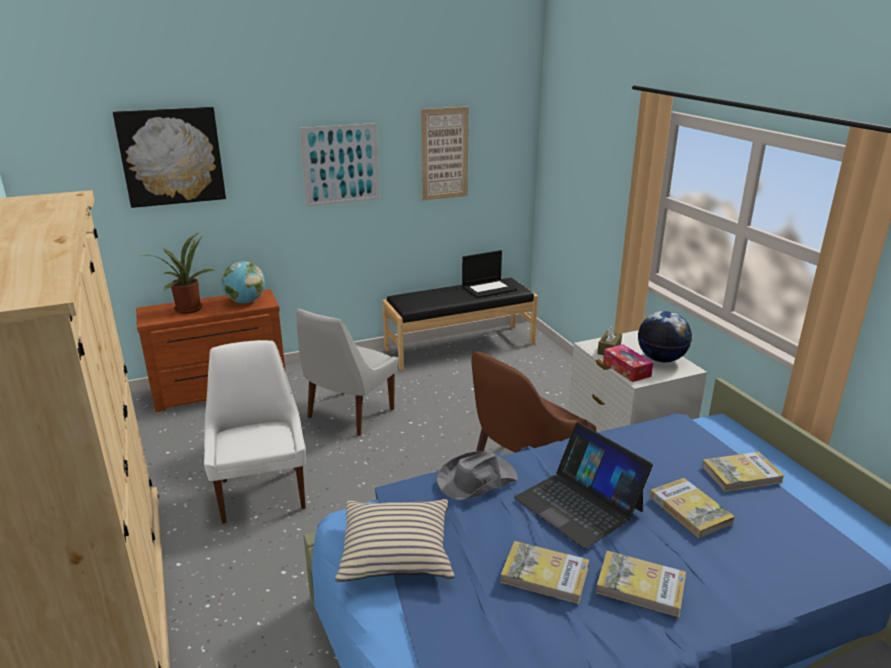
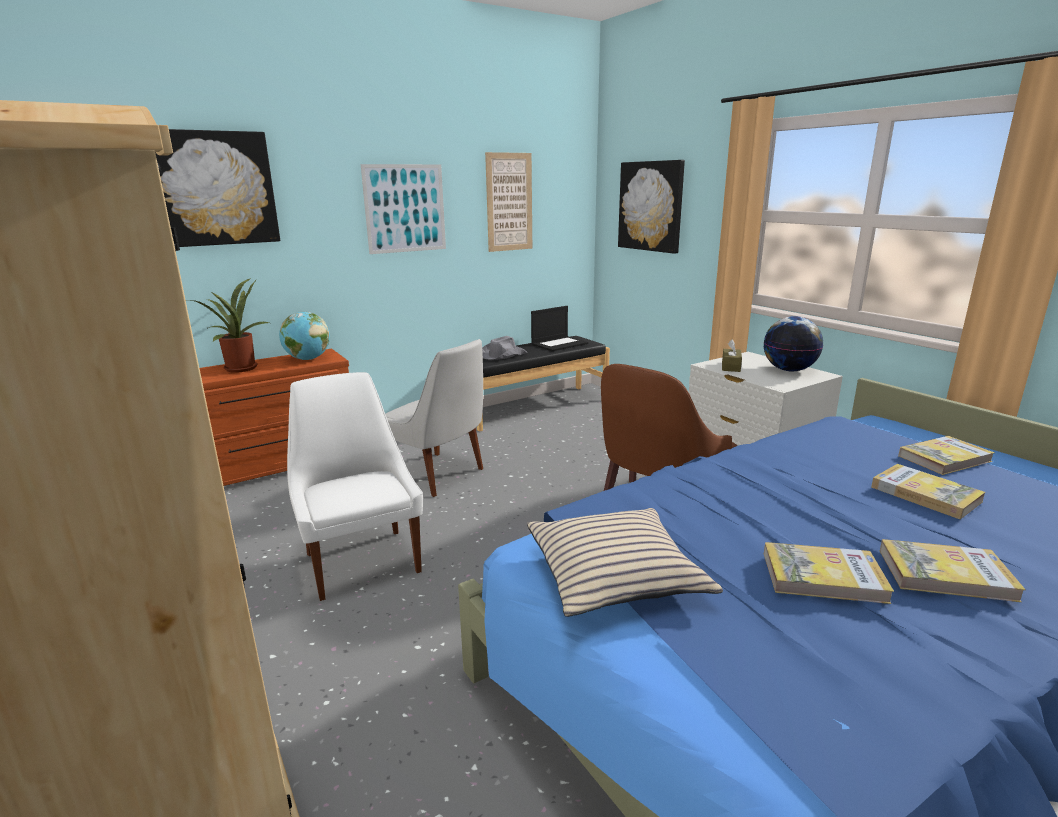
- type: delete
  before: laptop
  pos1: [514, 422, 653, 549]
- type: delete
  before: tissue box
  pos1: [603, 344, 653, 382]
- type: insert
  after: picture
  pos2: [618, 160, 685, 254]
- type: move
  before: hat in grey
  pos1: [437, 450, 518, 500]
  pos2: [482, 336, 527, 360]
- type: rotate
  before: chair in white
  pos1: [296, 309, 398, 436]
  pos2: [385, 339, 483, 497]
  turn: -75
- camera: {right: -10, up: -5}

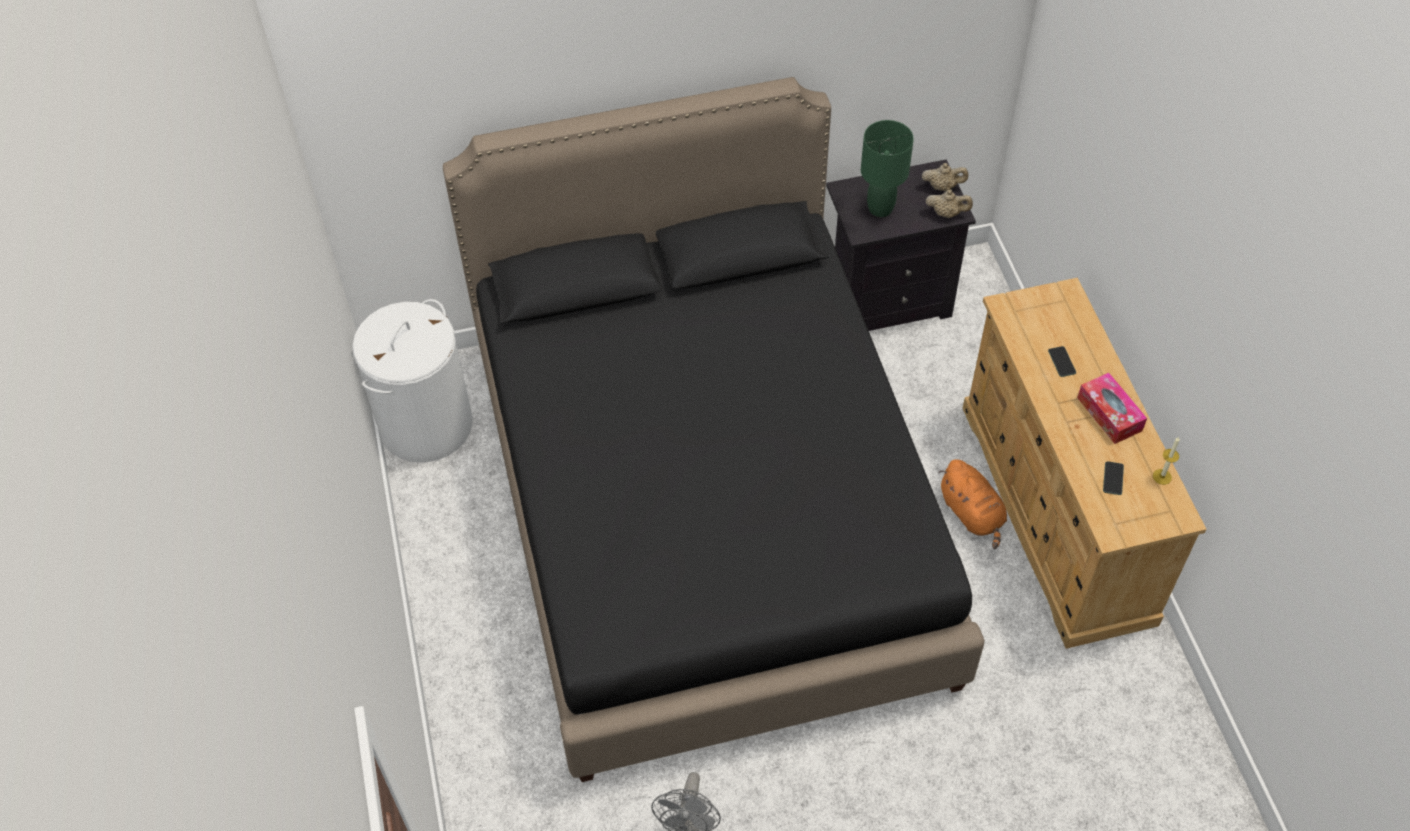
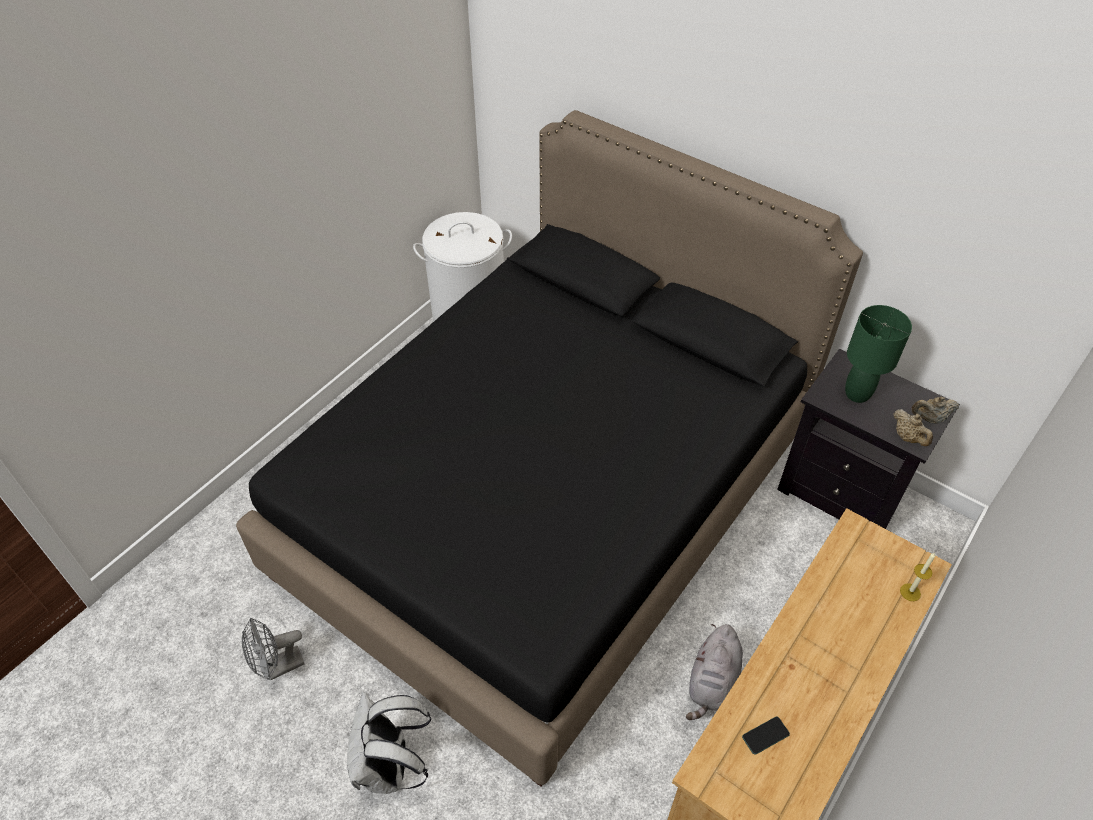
- type: delete
  before: phone
  pos1: [1048, 346, 1076, 377]
- type: delete
  before: tissue box
  pos1: [1077, 373, 1147, 444]
- type: insert
  after: backpack in white
  pos2: [347, 692, 431, 794]
- type: move
  before: candle
  pos1: [1153, 437, 1180, 485]
  pos2: [900, 553, 935, 601]
- type: recolor
  before: plush toy in orange
  after: plush toy in grey
  pos1: [939, 459, 1007, 549]
  pos2: [686, 624, 743, 720]
- type: rotate
  before: teapot in beige
  pos1: [922, 163, 968, 191]
  pos2: [911, 396, 959, 424]
  turn: 120
- camera: {right: 50, up: -5}

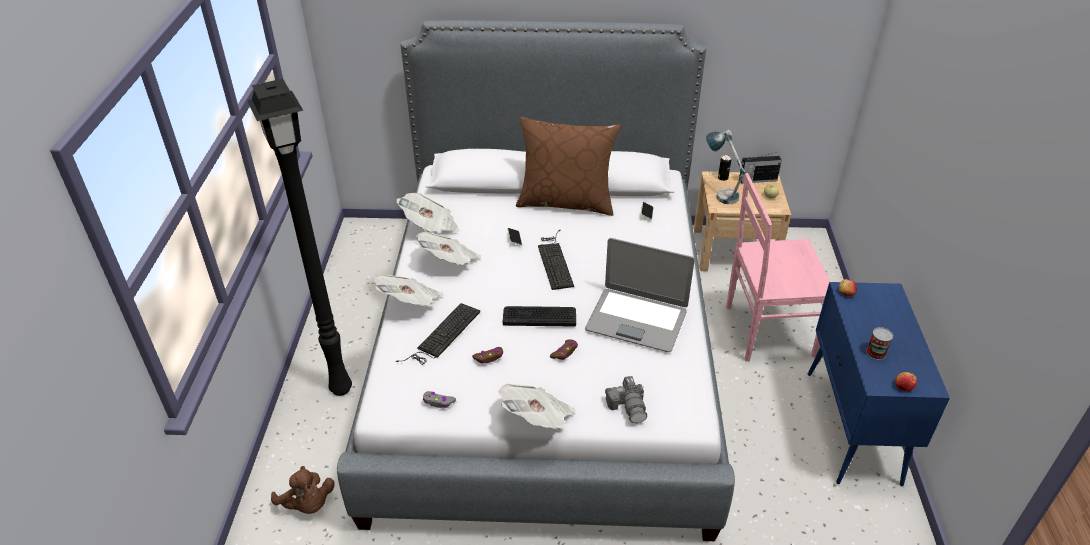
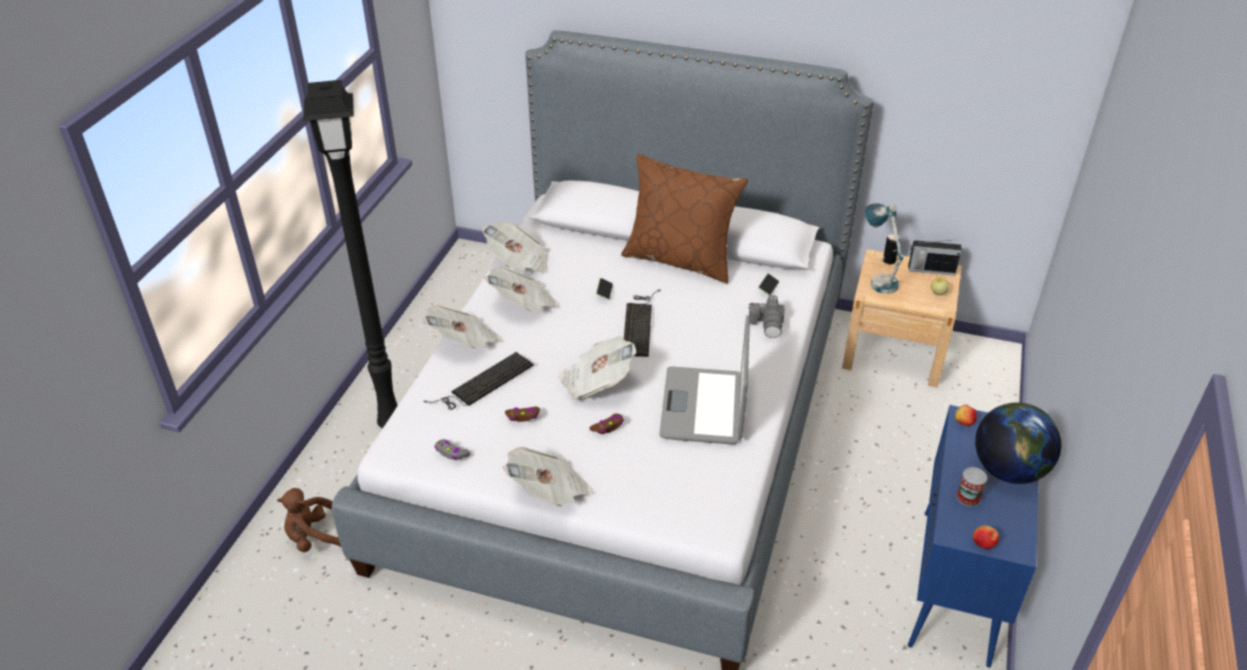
- type: delete
  before: chair in pink
  pos1: [726, 173, 831, 361]
- type: insert
  after: globe
  pos2: [975, 402, 1061, 484]
- type: move
  before: photo camera
  pos1: [605, 376, 647, 423]
  pos2: [749, 295, 786, 338]
- type: replace
  before: keyboard
  after: newspaper
  pos1: [503, 306, 576, 327]
  pos2: [558, 336, 636, 400]
- type: rotate
  before: plush toy in brown
  pos1: [271, 466, 334, 514]
  pos2: [277, 488, 341, 552]
  turn: 105
- type: rotate
  before: laptop
  pos1: [585, 238, 695, 352]
  pos2: [659, 315, 750, 445]
  turn: 60
- camera: {right: 15, up: 0}

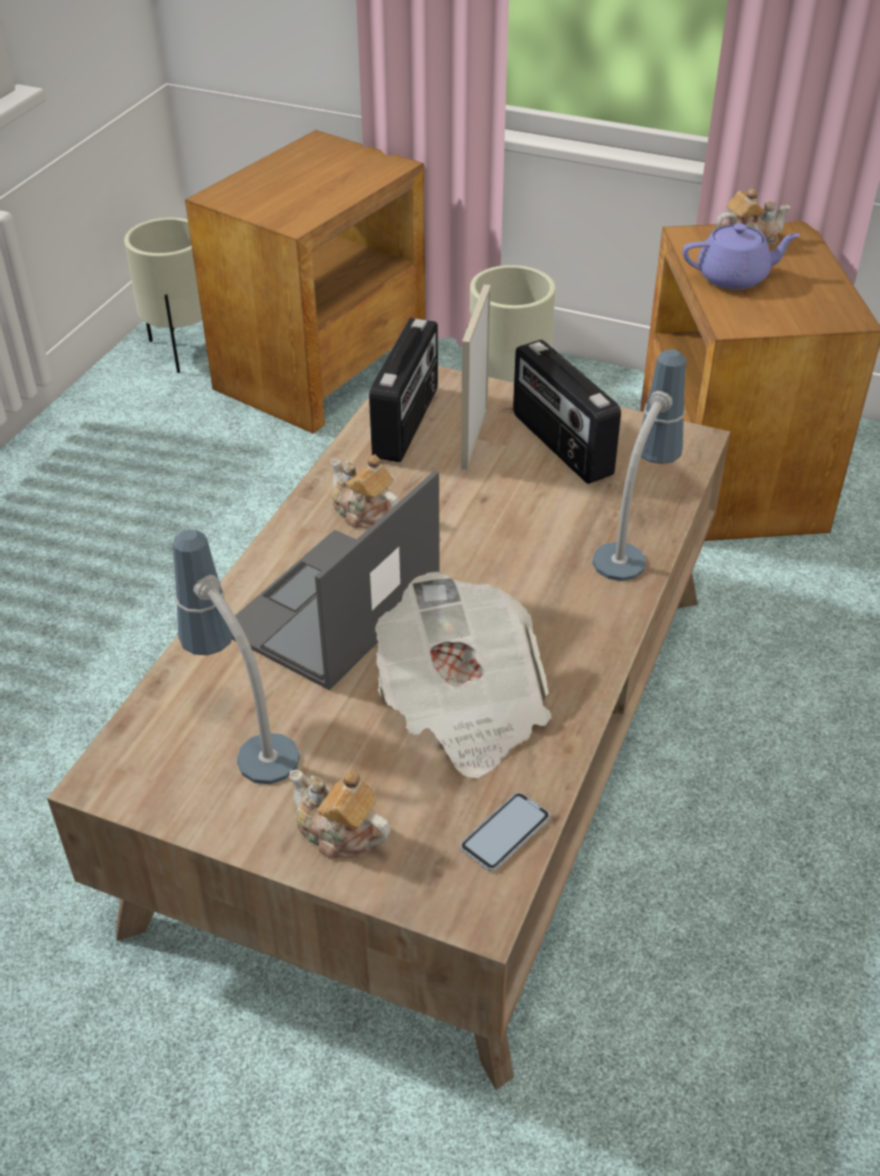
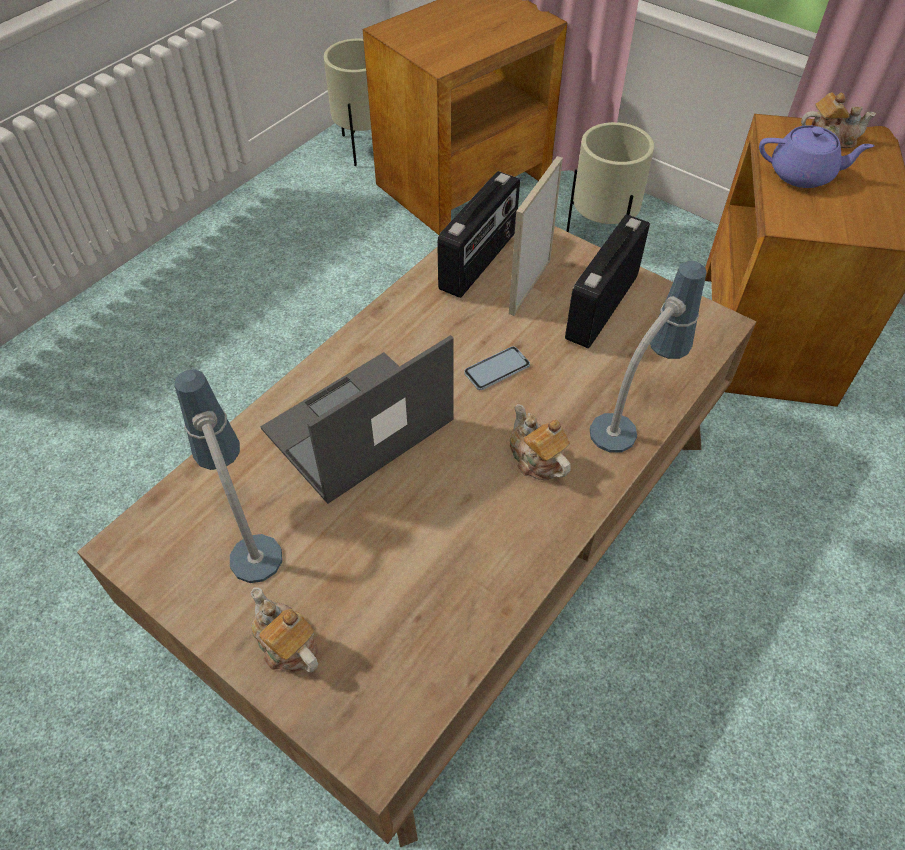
- type: delete
  before: newspaper
  pos1: [375, 571, 552, 778]
- type: move
  before: teapot
  pos1: [330, 454, 399, 528]
  pos2: [510, 404, 571, 480]
- type: move
  before: phone
  pos1: [461, 793, 550, 871]
  pos2: [464, 346, 530, 390]
- type: rotate
  before: radio
  pos1: [513, 340, 621, 484]
  pos2: [565, 214, 650, 348]
  turn: 45
- camera: {right: 15, up: 10}

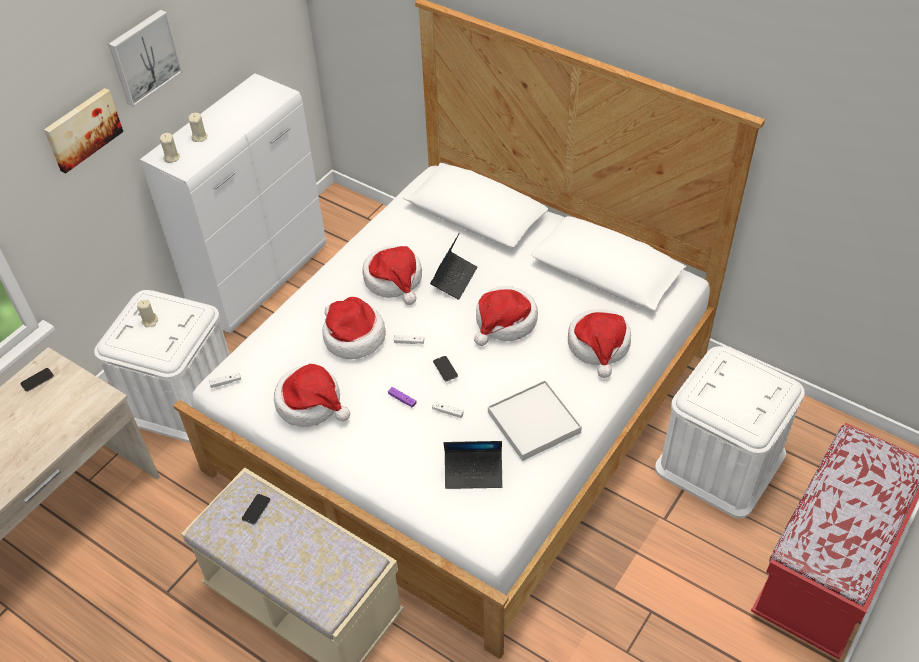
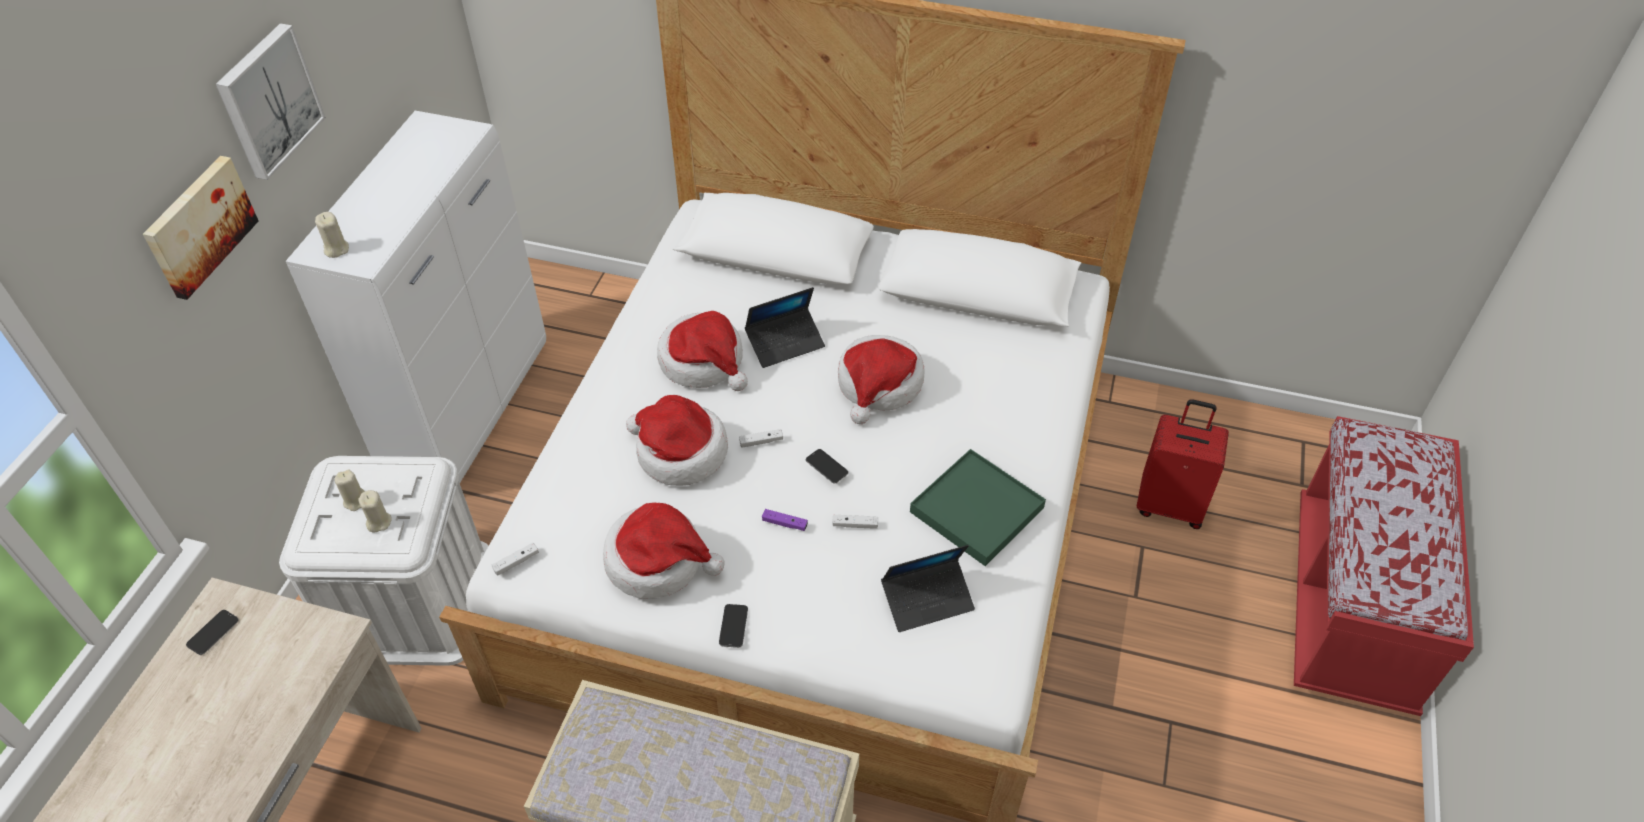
- type: delete
  before: hat
  pos1: [568, 309, 631, 378]
- type: move
  before: candle in beige
  pos1: [188, 113, 208, 142]
  pos2: [358, 490, 392, 532]
- type: move
  before: phone
  pos1: [242, 494, 271, 524]
  pos2: [719, 604, 748, 648]
- type: replace
  before: storage box in white
  after: suitcase in red
  pos1: [655, 346, 805, 519]
  pos2: [1137, 399, 1229, 529]
- type: recolor
  before: tray in white
  after: tray in green
  pos1: [488, 380, 582, 461]
  pos2: [910, 449, 1046, 566]
- type: rotate
  before: laptop
  pos1: [430, 233, 477, 300]
  pos2: [745, 287, 825, 368]
  turn: 60
- camera: {right: -20, up: 0}

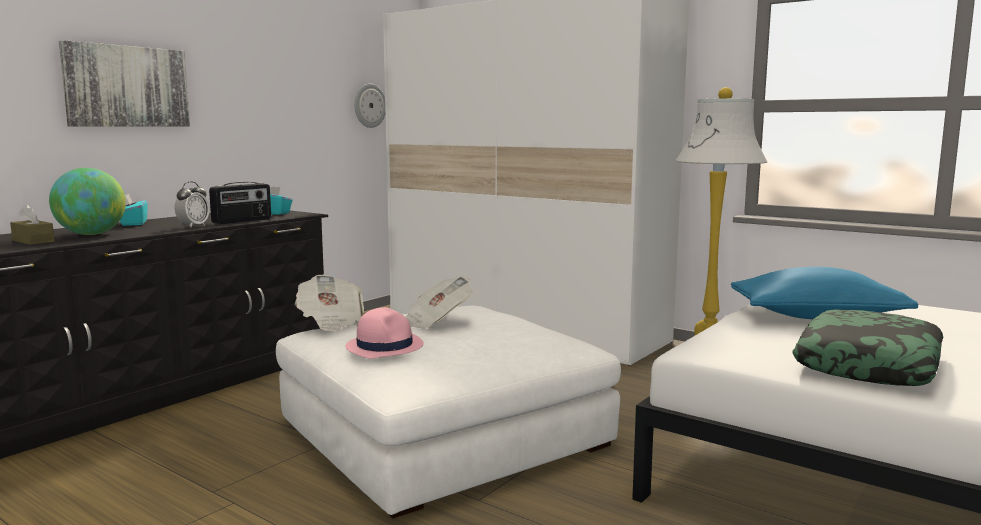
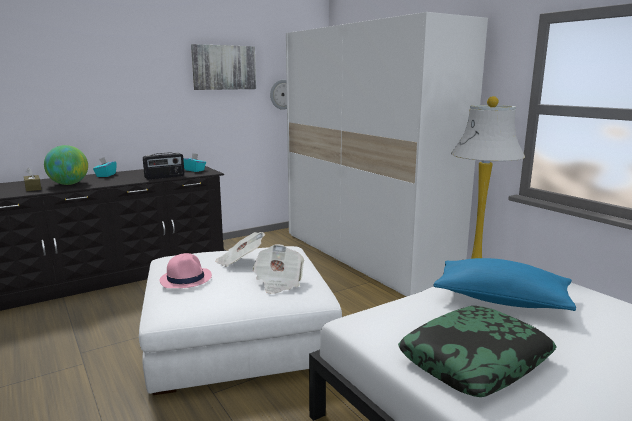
- type: delete
  before: alarm clock
  pos1: [175, 181, 210, 228]
- type: move
  before: picture
  pos1: [59, 40, 190, 127]
  pos2: [191, 44, 256, 90]
- type: move
  before: newspaper
  pos1: [294, 274, 364, 331]
  pos2: [253, 244, 304, 294]
- camera: {right: 20, up: 5}

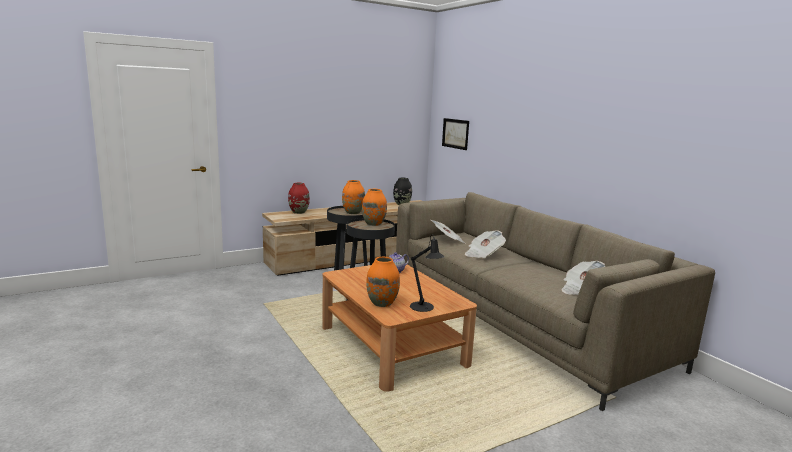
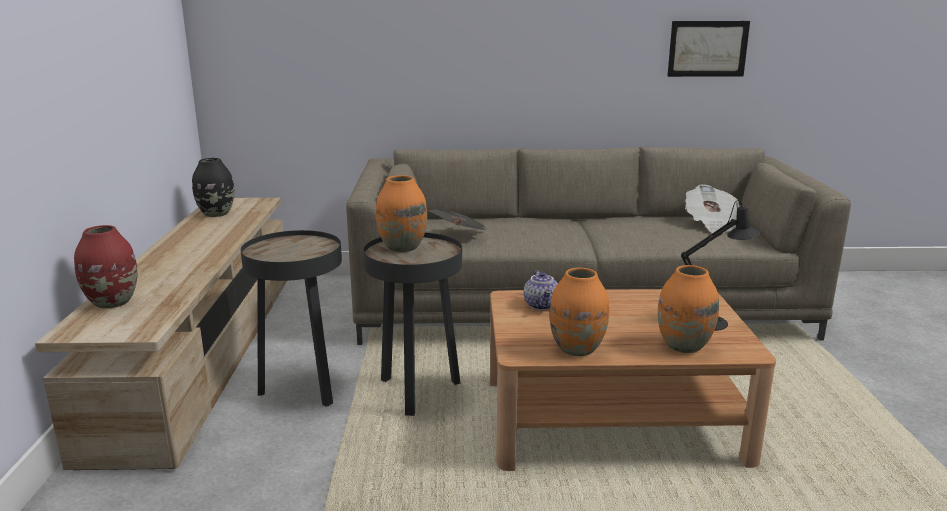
- type: delete
  before: newspaper
  pos1: [465, 230, 506, 258]
- type: move
  before: vase in orange
  pos1: [342, 180, 365, 214]
  pos2: [549, 268, 609, 356]
- type: move
  before: picture
  pos1: [442, 118, 469, 150]
  pos2: [667, 21, 750, 77]
- camera: {right: -60, up: 5}

